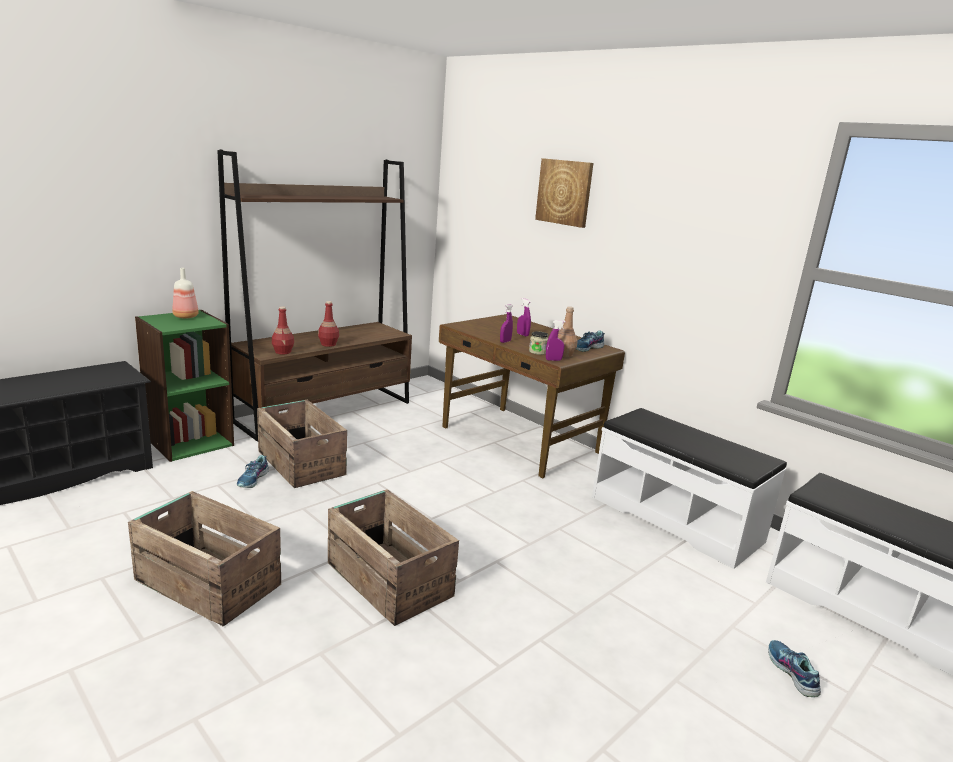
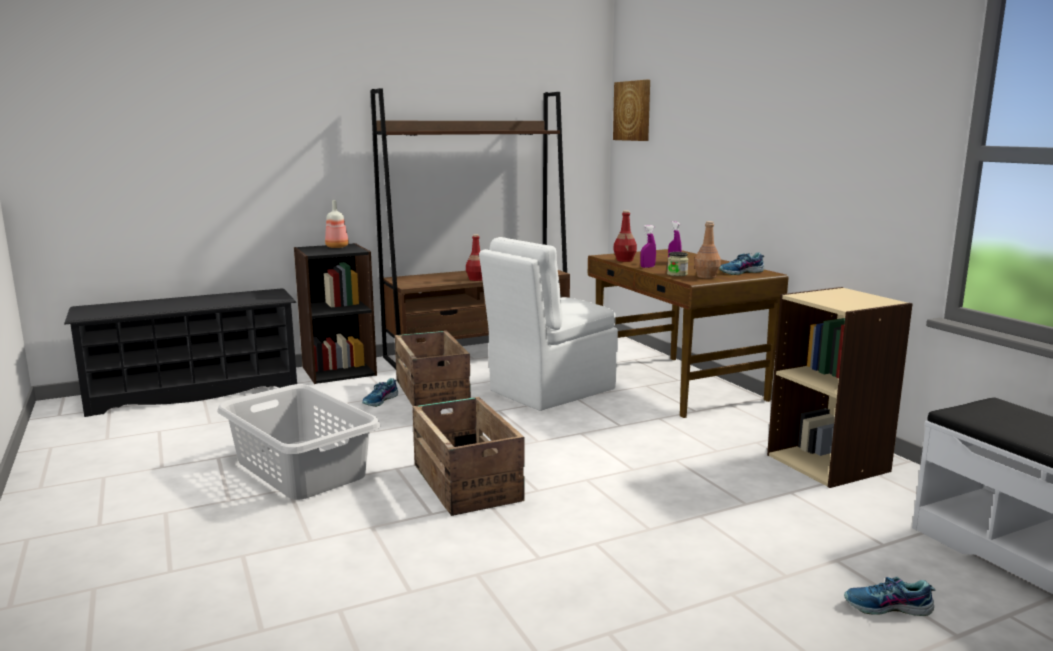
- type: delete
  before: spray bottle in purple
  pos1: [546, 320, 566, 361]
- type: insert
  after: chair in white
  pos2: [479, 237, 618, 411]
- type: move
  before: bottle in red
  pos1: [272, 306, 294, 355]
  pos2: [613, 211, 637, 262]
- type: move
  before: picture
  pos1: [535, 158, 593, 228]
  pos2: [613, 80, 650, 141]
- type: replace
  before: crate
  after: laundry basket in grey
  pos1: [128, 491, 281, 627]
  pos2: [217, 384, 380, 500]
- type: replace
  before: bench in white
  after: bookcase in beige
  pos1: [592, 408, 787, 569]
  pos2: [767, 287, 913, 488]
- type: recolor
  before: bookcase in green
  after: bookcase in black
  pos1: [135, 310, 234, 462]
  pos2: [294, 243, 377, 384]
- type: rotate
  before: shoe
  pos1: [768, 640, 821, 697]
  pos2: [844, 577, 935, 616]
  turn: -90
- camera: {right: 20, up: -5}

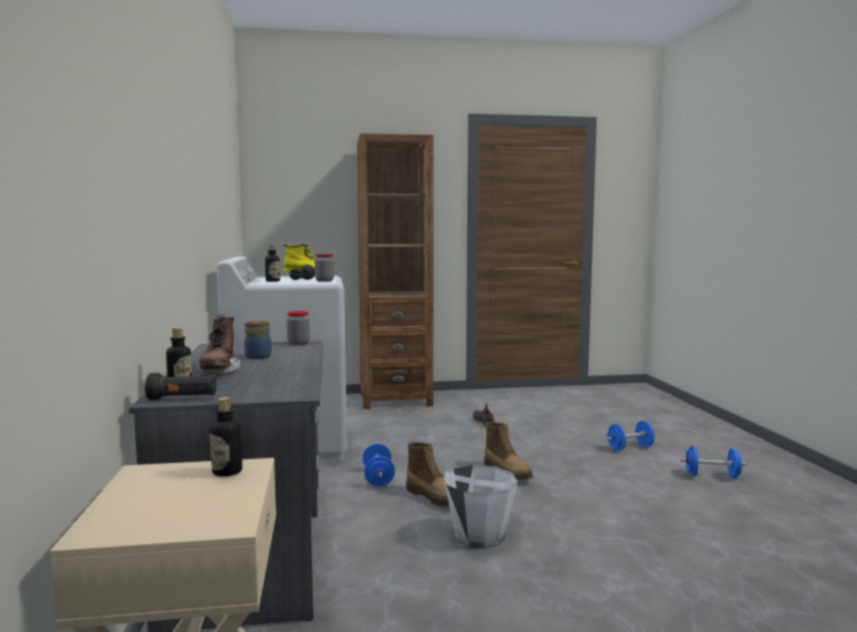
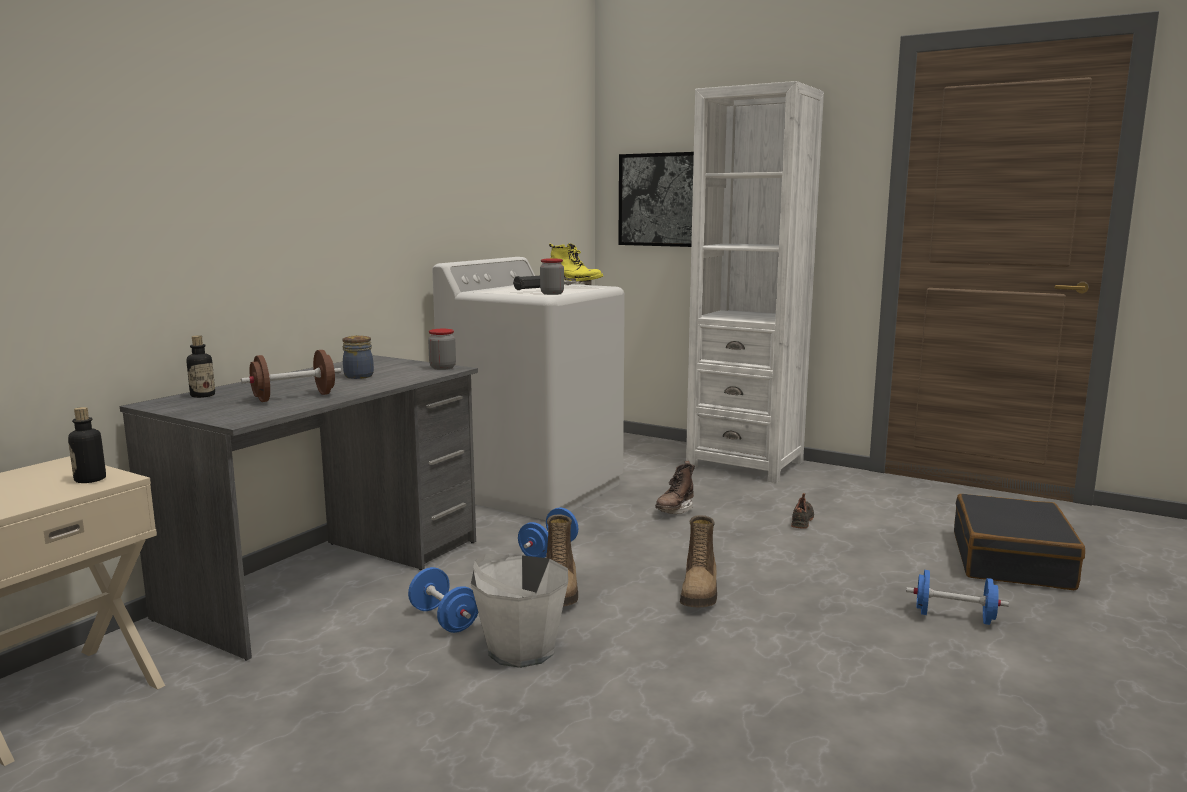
- type: delete
  before: flashlight in black
  pos1: [145, 373, 217, 400]
- type: delete
  before: bottle
  pos1: [265, 245, 280, 282]
- type: insert
  after: dumbbell in brown
  pos2: [241, 350, 341, 402]
- type: insert
  after: picture
  pos2: [618, 152, 694, 247]
- type: insert
  after: suitcase in black
  pos2: [954, 494, 1085, 590]
- type: move
  before: boot in brown
  pos1: [195, 315, 240, 374]
  pos2: [655, 461, 695, 514]
- type: move
  before: dumbbell in blue
  pos1: [681, 446, 747, 479]
  pos2: [408, 567, 478, 633]
- type: recolor
  before: bookcase in brown
  after: bookcase in white
  pos1: [357, 133, 434, 409]
  pos2: [686, 81, 824, 483]
- camera: {right: 40, up: 5}

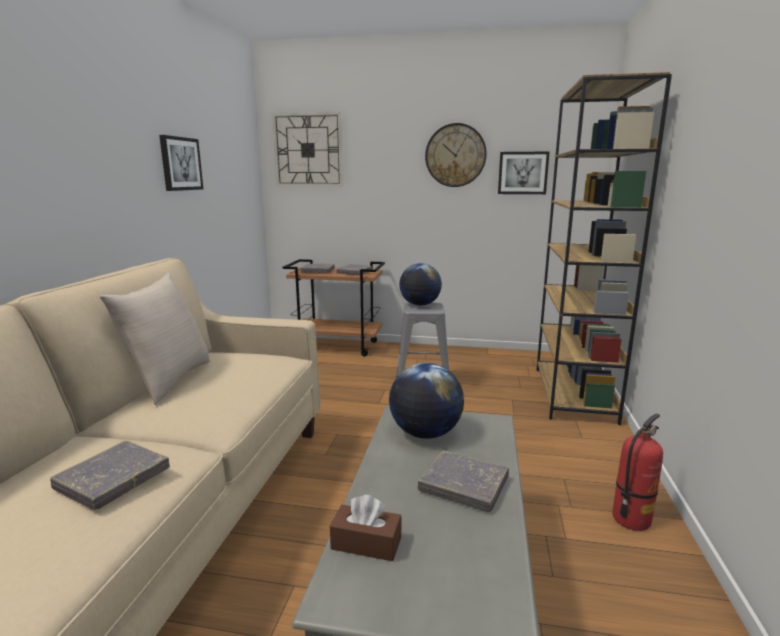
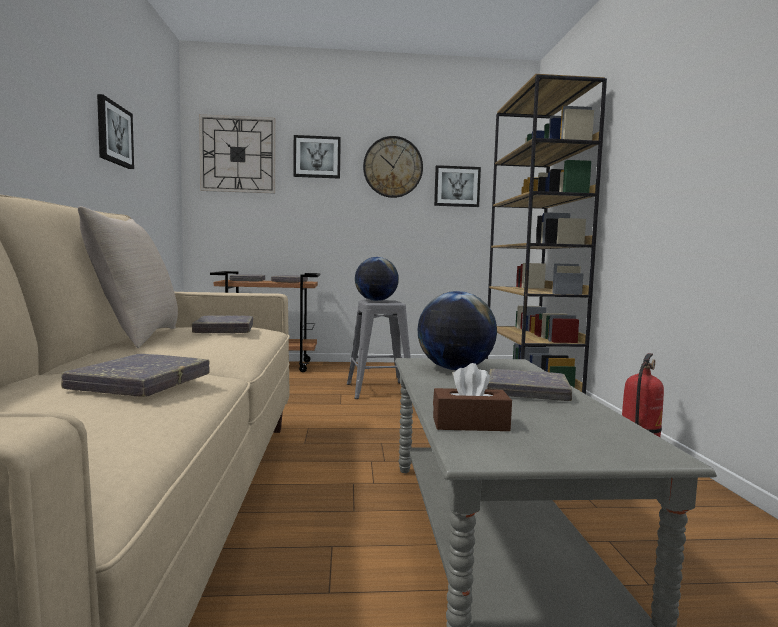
- type: insert
  after: book in grey
  pos2: [192, 315, 253, 333]
- type: insert
  after: picture
  pos2: [293, 135, 341, 179]
- camera: {right: -15, up: -10}

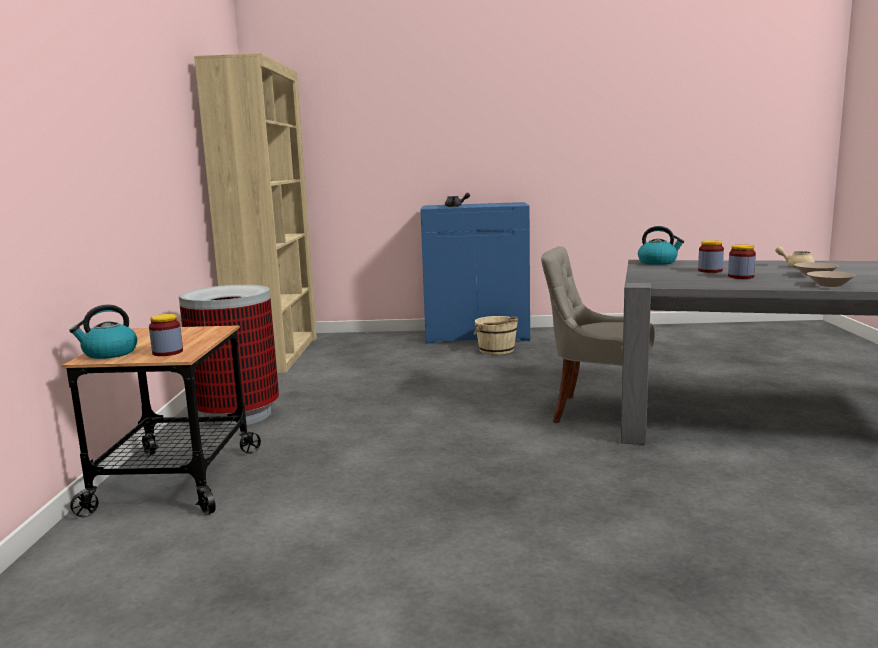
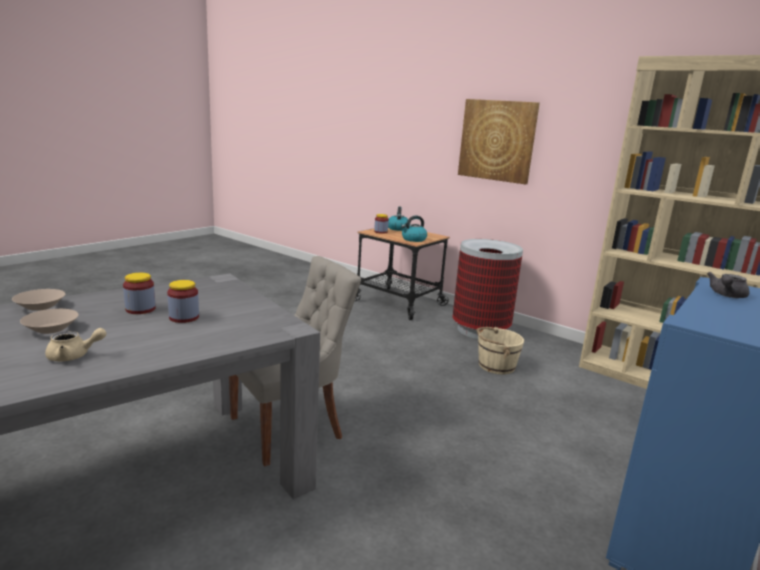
- type: insert
  after: picture
  pos2: [458, 99, 540, 185]
- type: move
  before: bucket in beige
  pos1: [474, 316, 518, 355]
  pos2: [476, 327, 524, 374]
- type: move
  before: kettle
  pos1: [638, 226, 684, 265]
  pos2: [401, 216, 427, 242]
- camera: {right: 125, up: 5}

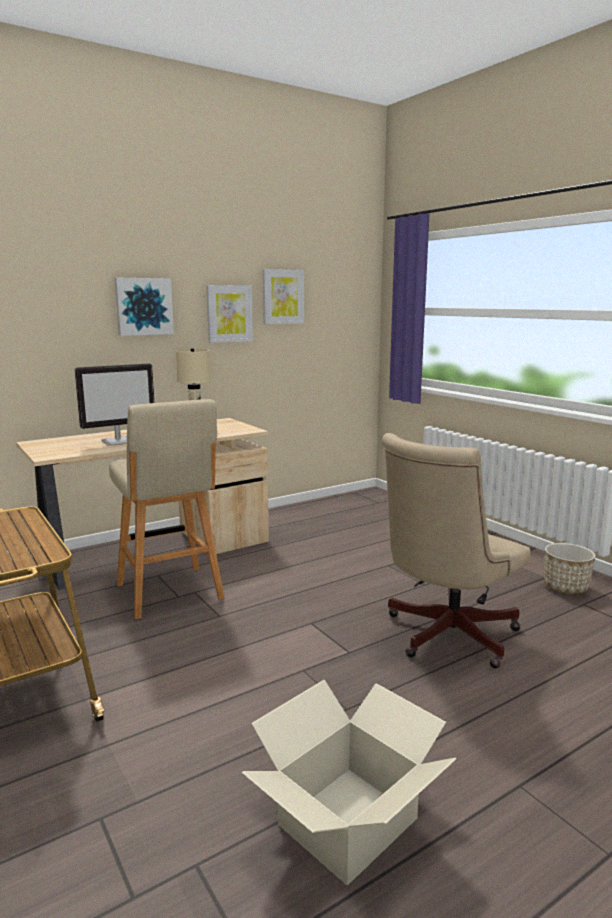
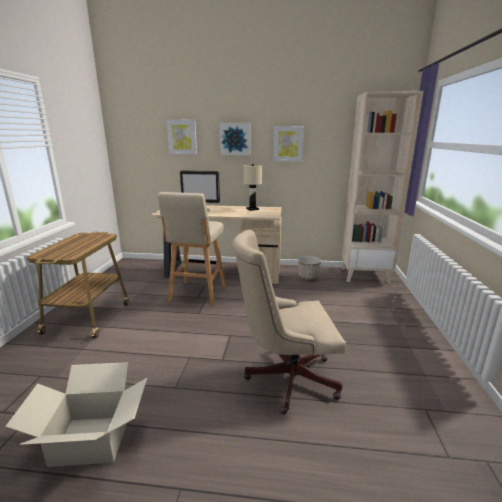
- type: insert
  after: bookcase in beige
  pos2: [342, 91, 424, 284]
- type: move
  before: picture
  pos1: [263, 269, 304, 324]
  pos2: [167, 120, 197, 154]
- type: move
  before: planter
  pos1: [544, 543, 596, 594]
  pos2: [298, 256, 321, 280]
- camera: {right: 40, up: 5}

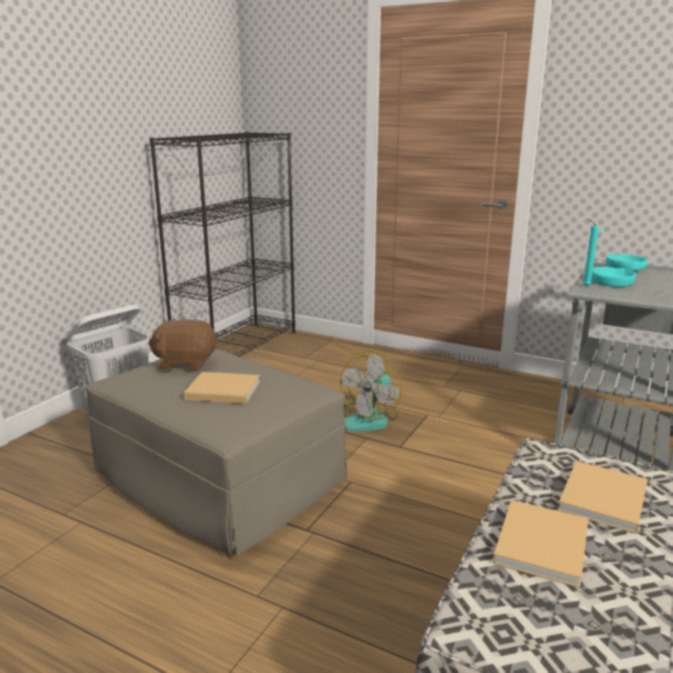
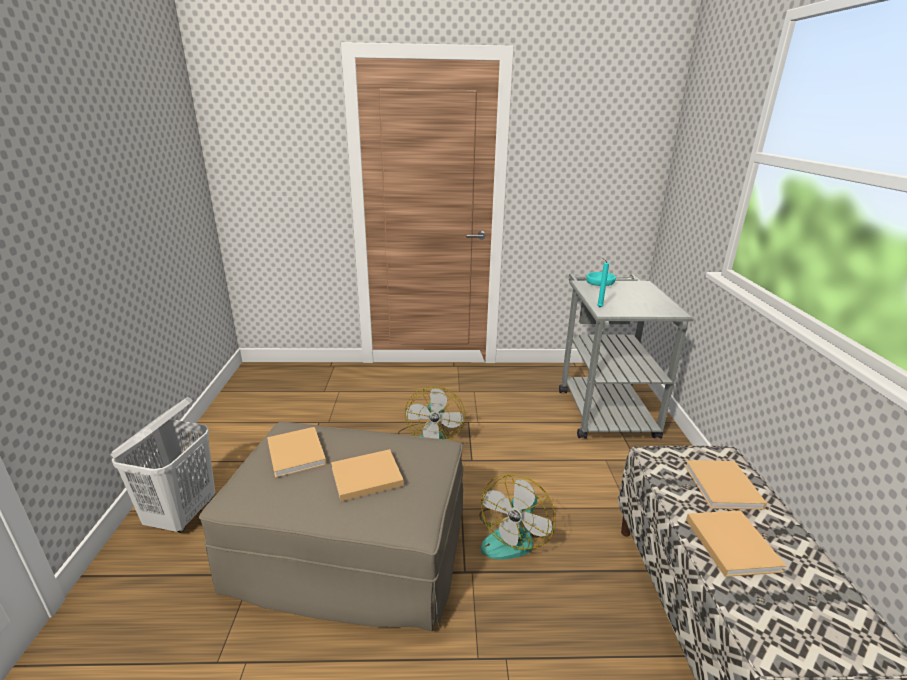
- type: delete
  before: bookcase in black
  pos1: [150, 132, 295, 357]
- type: delete
  before: bowl in turquoise
  pos1: [592, 267, 636, 287]
- type: insert
  after: fan
  pos2: [479, 474, 556, 559]
- type: replace
  before: plush toy in brown
  after: book in beige
  pos1: [148, 319, 217, 372]
  pos2: [267, 427, 327, 478]
- camera: {right: -30, up: 5}

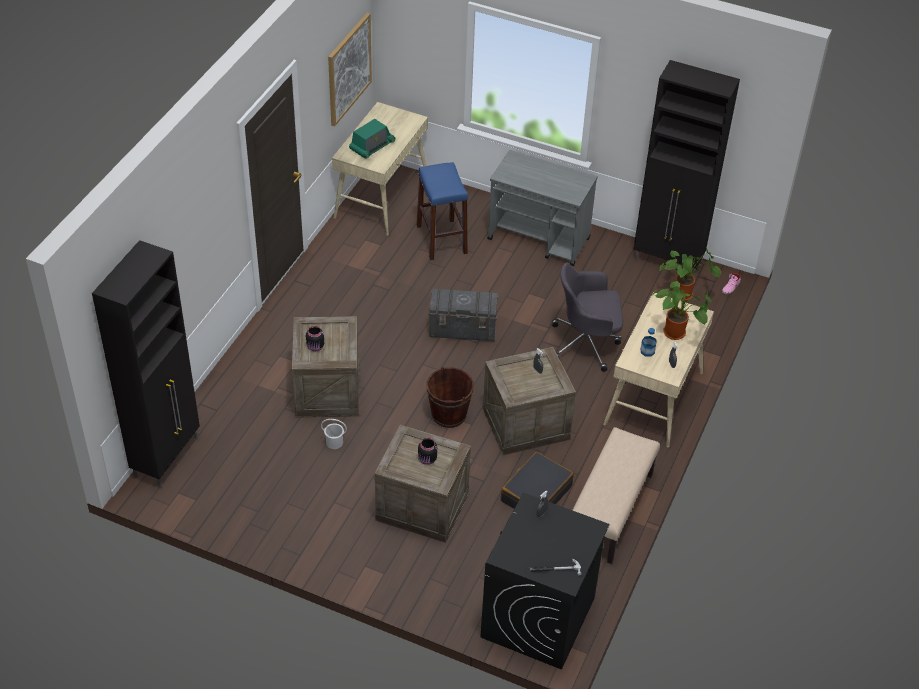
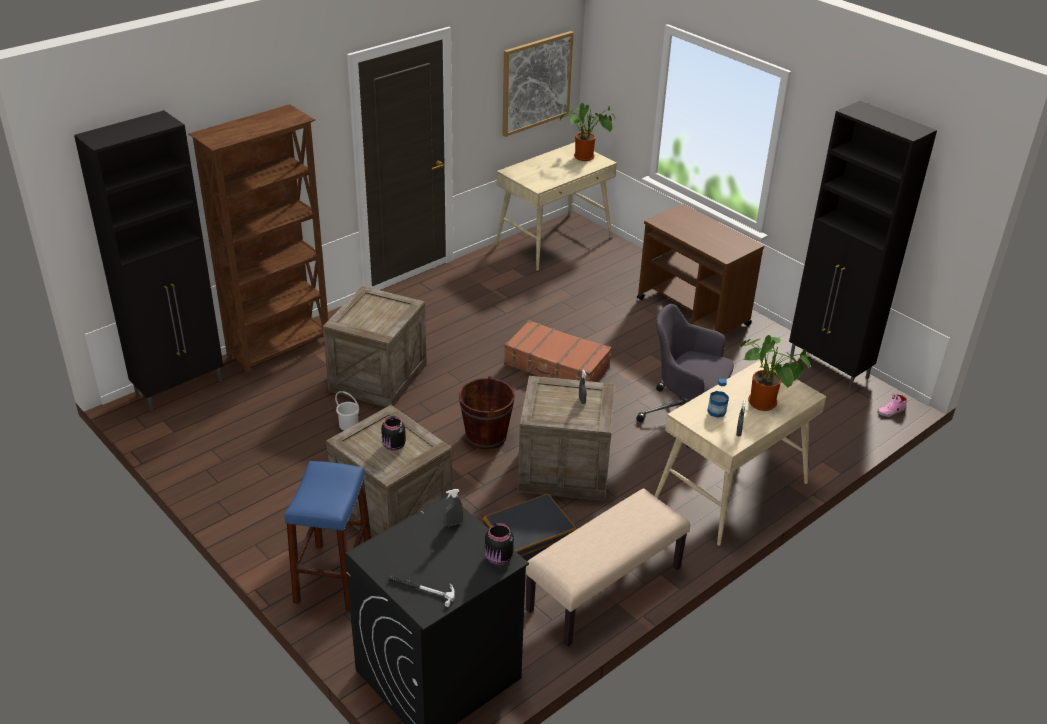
- type: delete
  before: radio
  pos1: [349, 119, 396, 159]
- type: insert
  after: bookcase in brown
  pos2: [188, 104, 328, 376]
- type: move
  before: jar in black
  pos1: [306, 326, 324, 351]
  pos2: [485, 523, 514, 565]
- type: move
  before: stool in blue
  pos1: [417, 162, 468, 260]
  pos2: [285, 461, 371, 611]
- type: move
  before: potted plant
  pos1: [659, 250, 721, 301]
  pos2: [560, 103, 615, 161]
- type: replace
  before: storage box in grey
  after: suitcase in brown
  pos1: [429, 289, 499, 341]
  pos2: [504, 320, 612, 382]
- type: recolor
  before: cart in grey
  after: cart in brown
  pos1: [487, 150, 598, 267]
  pos2: [637, 204, 765, 334]
- camera: {right: 25, up: -10}

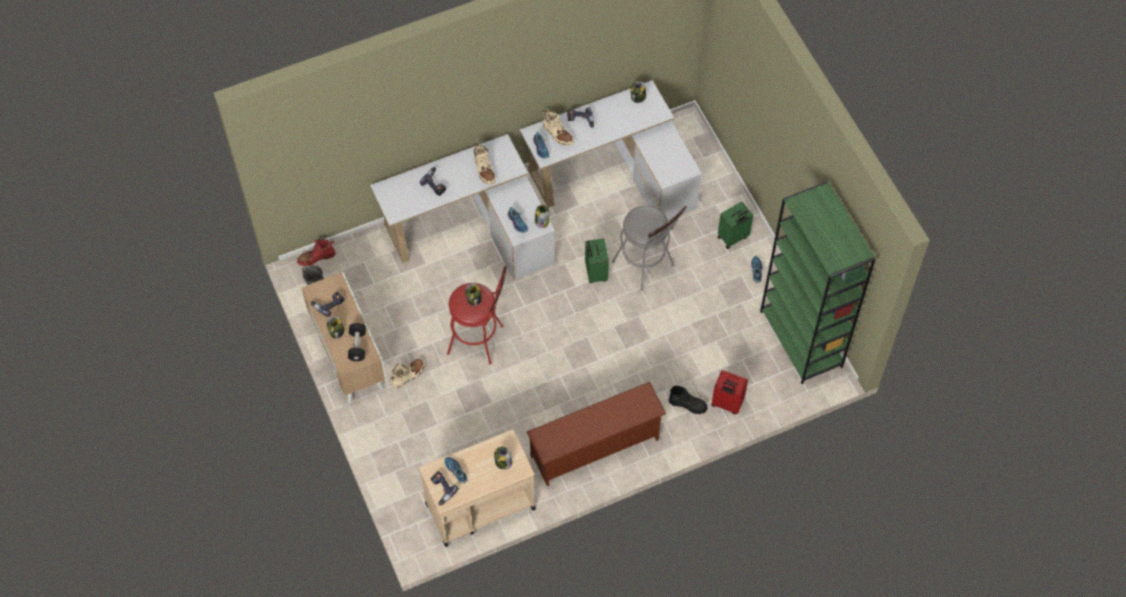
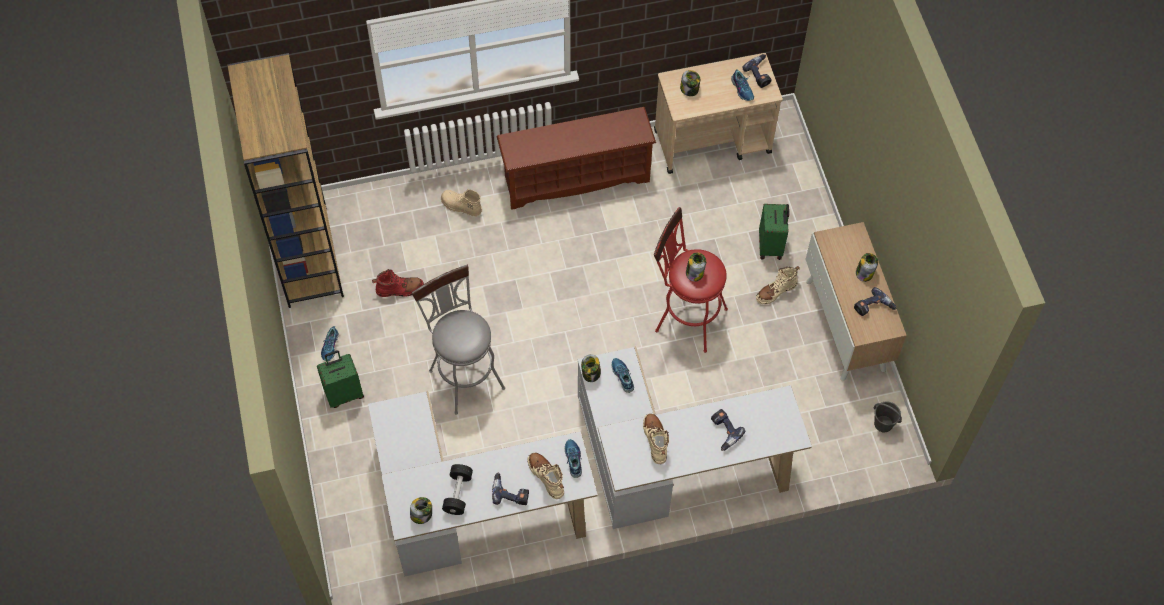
- type: delete
  before: suitcase in red
  pos1: [711, 370, 748, 414]
- type: move
  before: boot in red
  pos1: [297, 239, 336, 266]
  pos2: [372, 269, 424, 297]
- type: move
  before: dumbbell in black
  pos1: [348, 323, 366, 361]
  pos2: [442, 464, 473, 515]
- type: move
  before: suitcase in green
  pos1: [585, 239, 609, 283]
  pos2: [759, 204, 789, 260]
- type: recolor
  before: boot in black
  after: boot in beige
  pos1: [669, 386, 708, 414]
  pos2: [441, 189, 482, 217]
- type: recolor
  before: bookcase in green
  after: bookcase in brown
  pos1: [760, 181, 876, 384]
  pos2: [227, 53, 344, 308]
- camera: {right: -170, up: 0}

